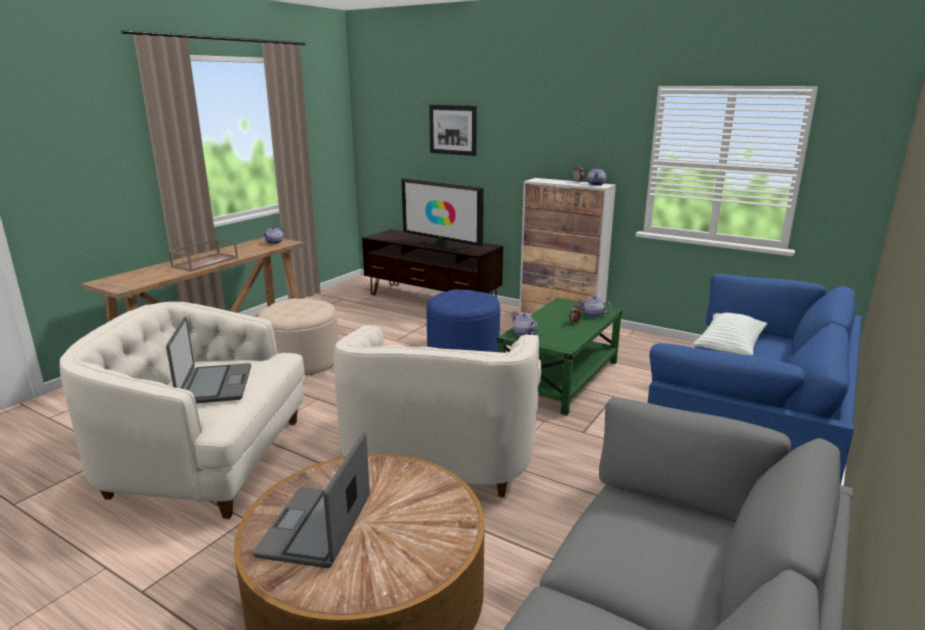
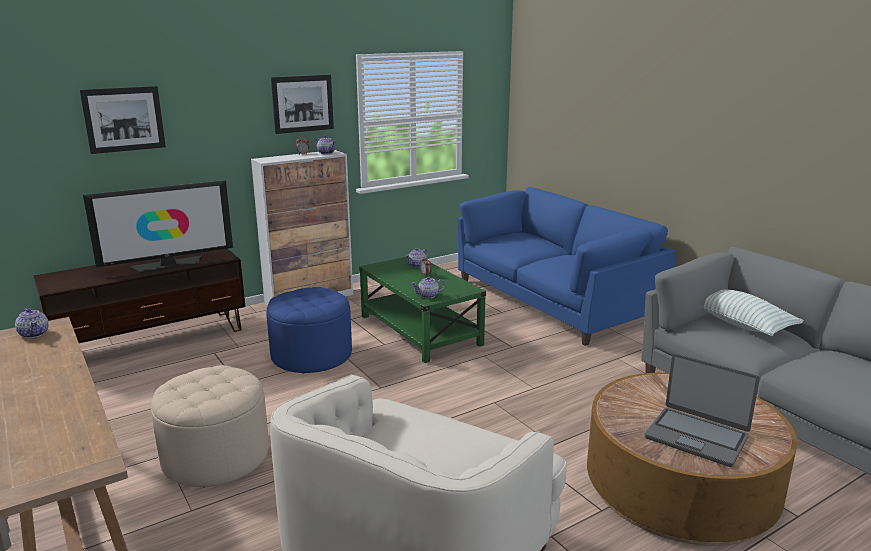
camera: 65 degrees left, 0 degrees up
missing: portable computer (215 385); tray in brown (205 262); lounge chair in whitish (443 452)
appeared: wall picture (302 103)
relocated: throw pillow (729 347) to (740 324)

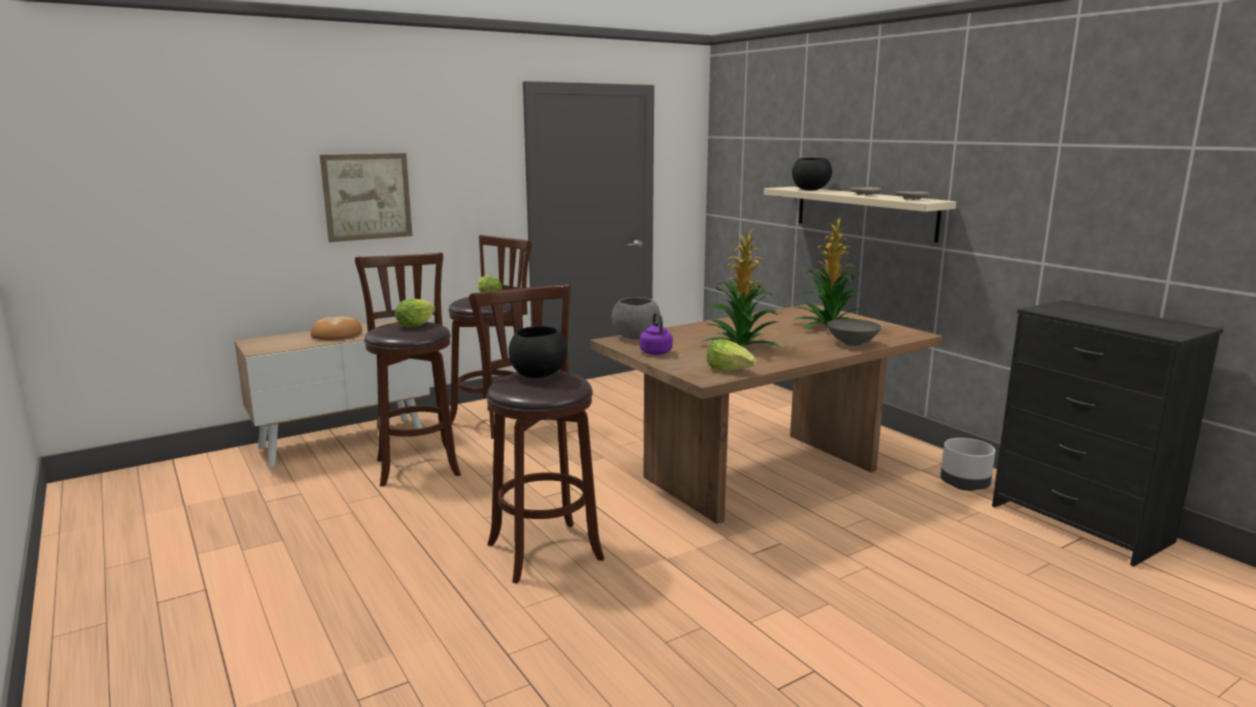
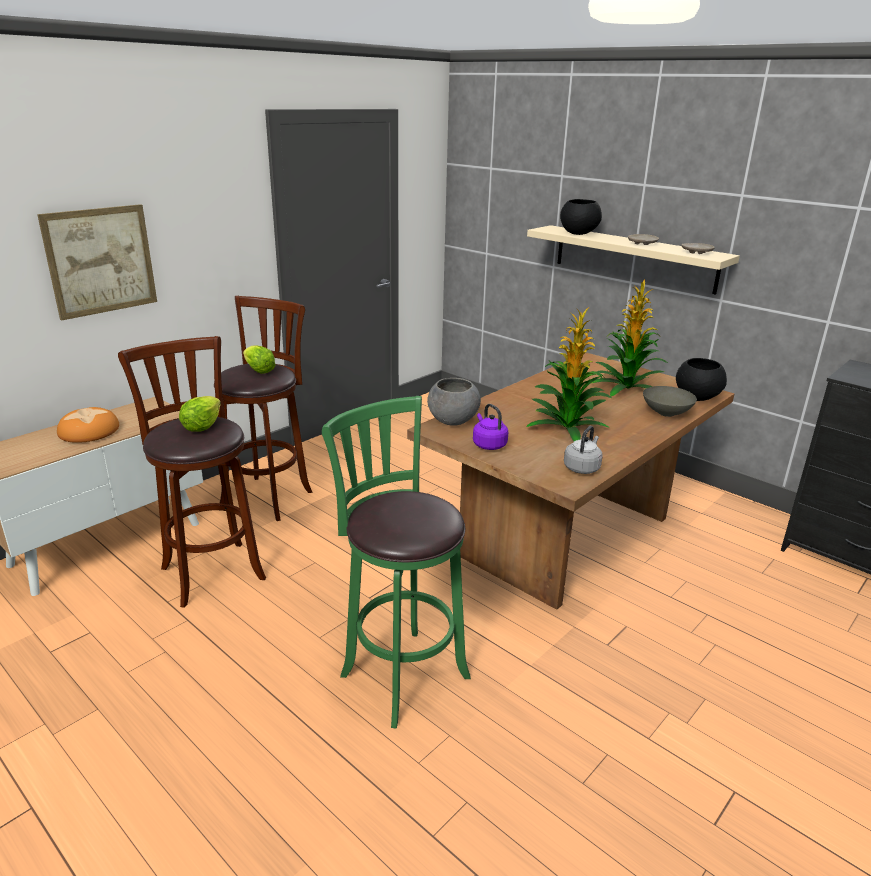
camera: 15 degrees left, 10 degrees up
missing: planter in greyish (965 486)
relocated: deep dish in blackish (539 375) to (697 398)
exchanged: lettuce head (730 370) to water kettle in greyish (582 467)
colour: sitting stool in brown (542 548) to sitting stool in green-coloured (400 672)

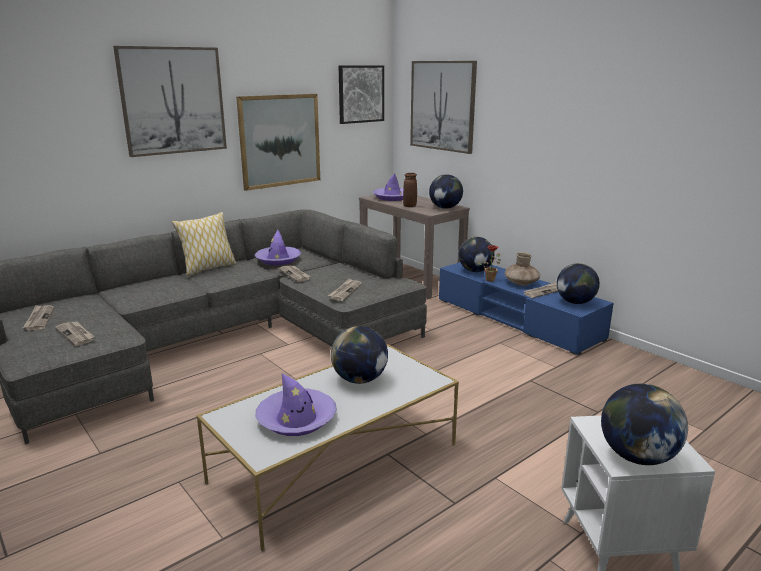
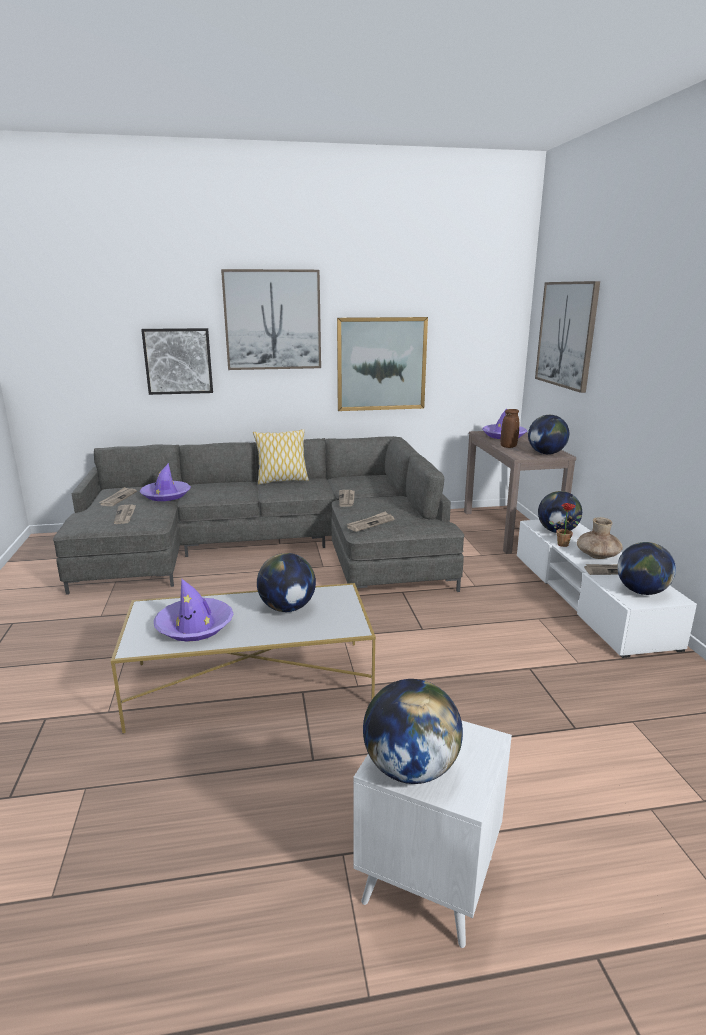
camera: 30 degrees right, 0 degrees up
relocated: wearable hat in purple-coloured (278 260) to (166 495); wall picture (361 94) to (178 361)
colour: media console in blue-coloured (516 319) to media console in whitish (588 598)

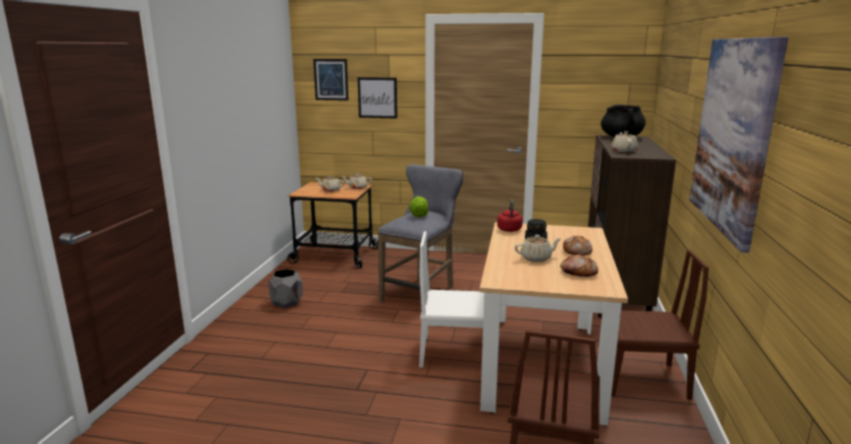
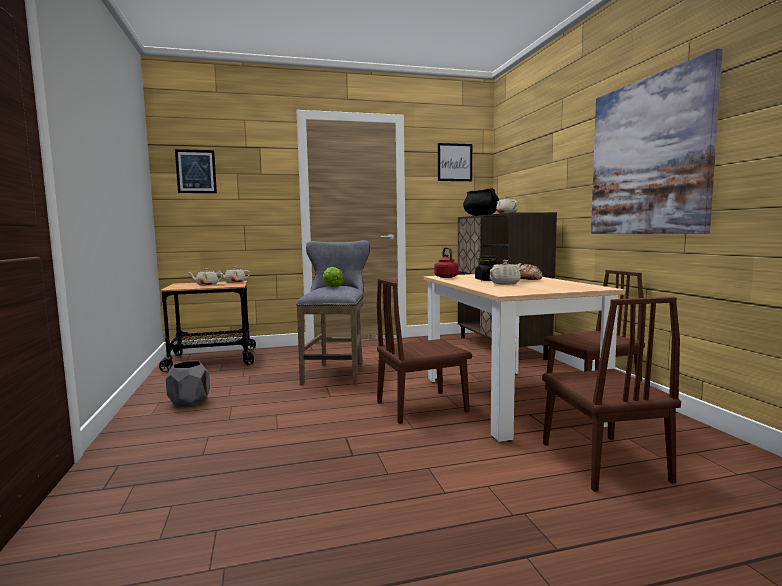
camera: 25 degrees left, 10 degrees down
missing: bakery bread (578 272)
relocated: wall picture (377 97) to (454 162)
colour: plain chair in whitish (456 353) to plain chair in brown (422 406)

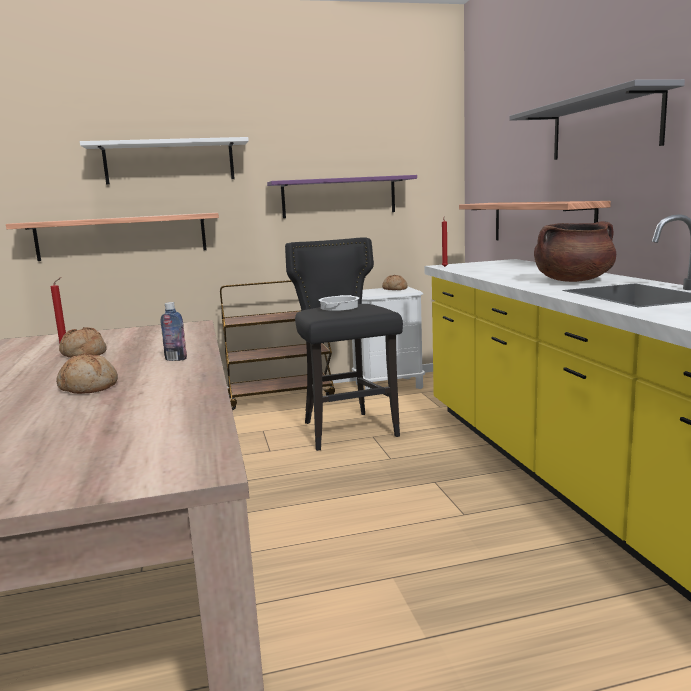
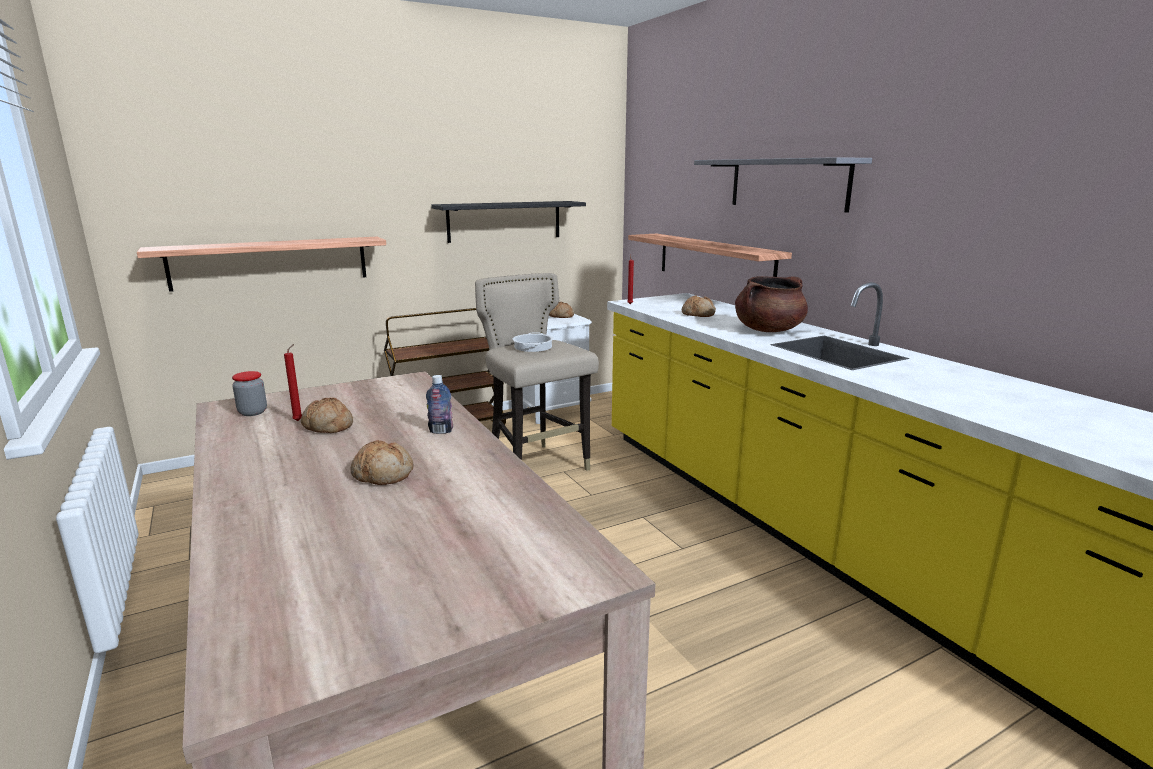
camera: 15 degrees left, 5 degrees up
missing: bracket shelf in whitish (169 162)
appeared: jar (252 412); bakery bread (698 314)
colour: bracket shelf in purple-coloured (339 197) to bracket shelf in blackish (504 221); sitting stool in blackish (348 431) to sitting stool in sand-coloured (536 466)

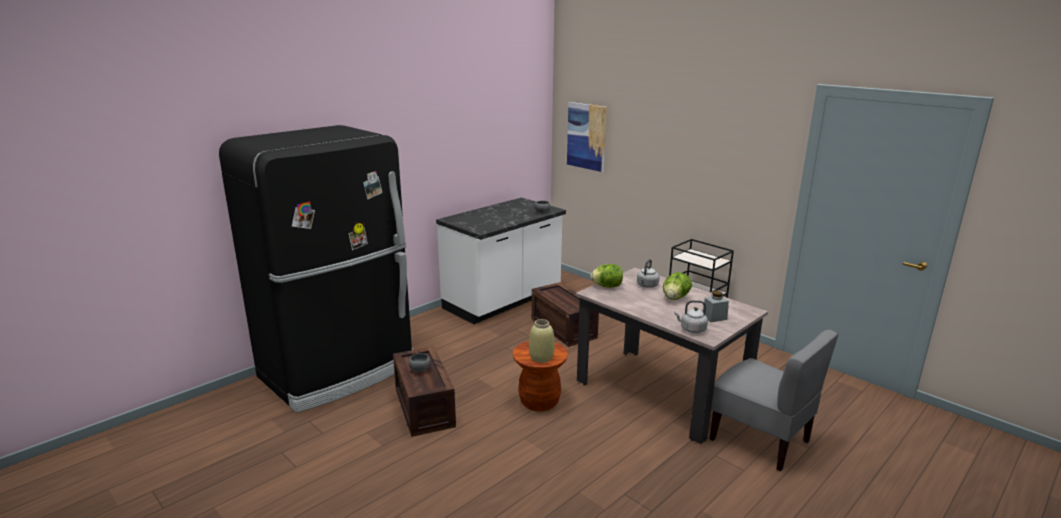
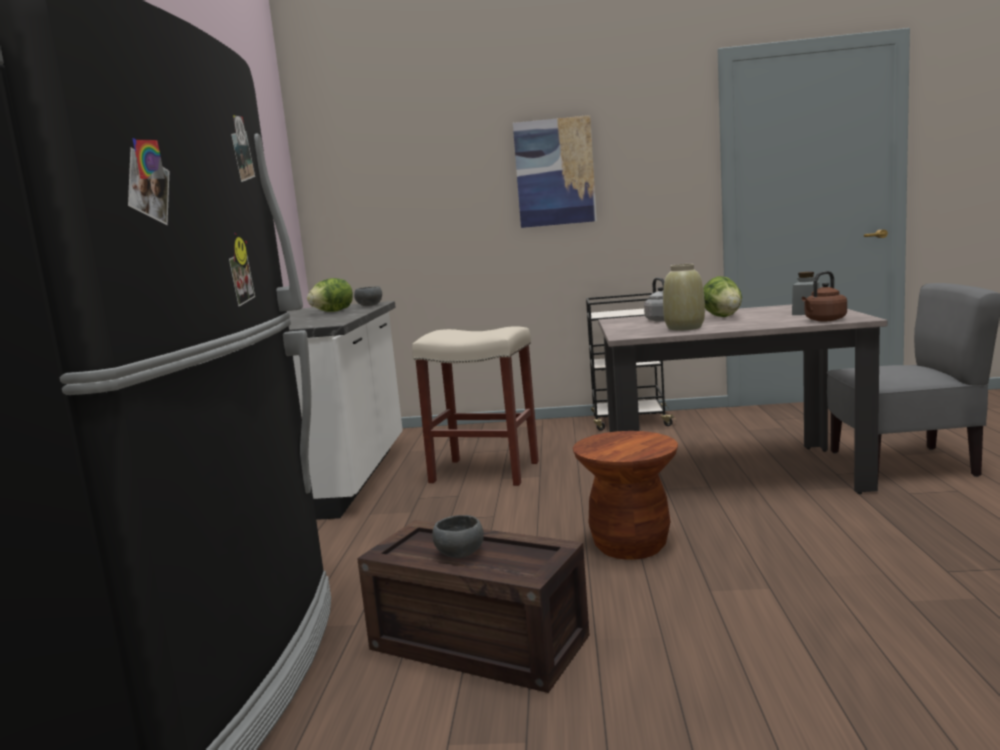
camera: 40 degrees left, 10 degrees down
relocated: vase in sand-coloured (541 357) to (684 328); wall picture (586 136) to (555 172); lettuce head (607 286) to (332 311)
exchanged: packing crate (565 328) to sitting stool in sand-coloured (486 472)
colour: water kettle in greyish (691 329) to water kettle in brown (823 320)

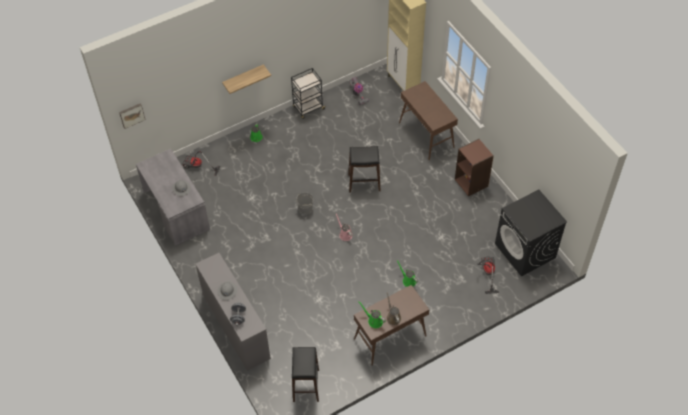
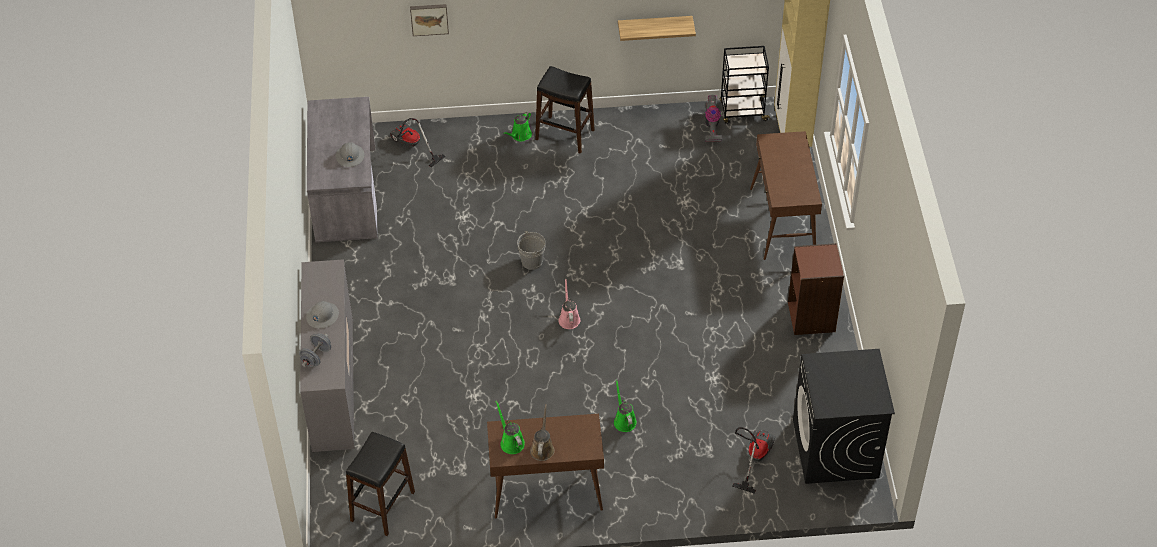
camera: 25 degrees right, 5 degrees down
relocated: wall picture (131 115) to (429 18); bracket shelf (243 78) to (654 27); wheeled cart in blackish (308 108) to (742 111); sitting stool in blackish (364 182) to (565 135)

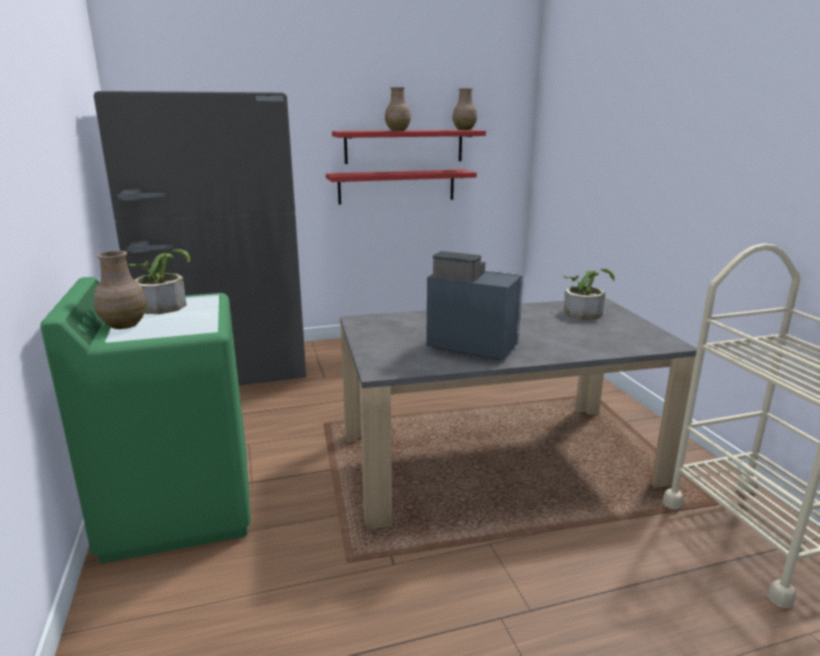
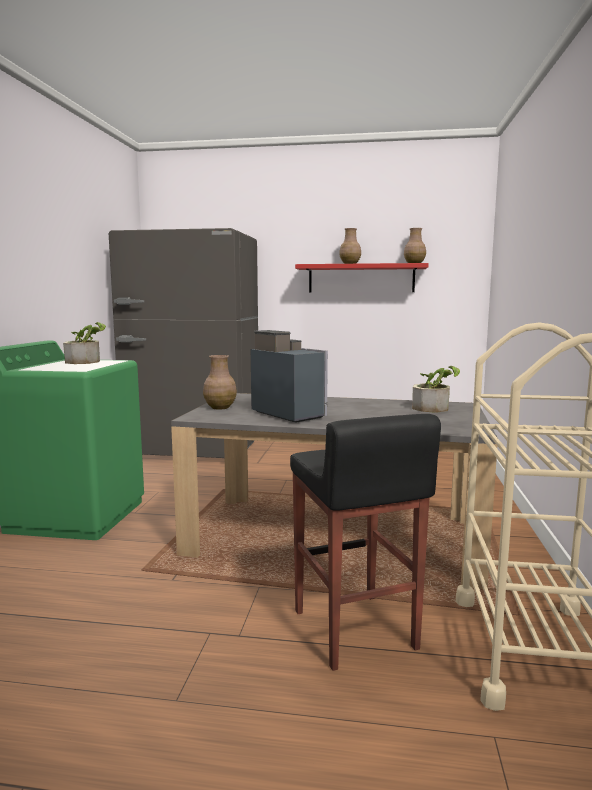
camera: 25 degrees right, 10 degrees down
missing: bracket shelf in red (397 186)
appeared: sitting stool in blackish (353 630)
relocated: vase in brown (124 325) to (220 407)

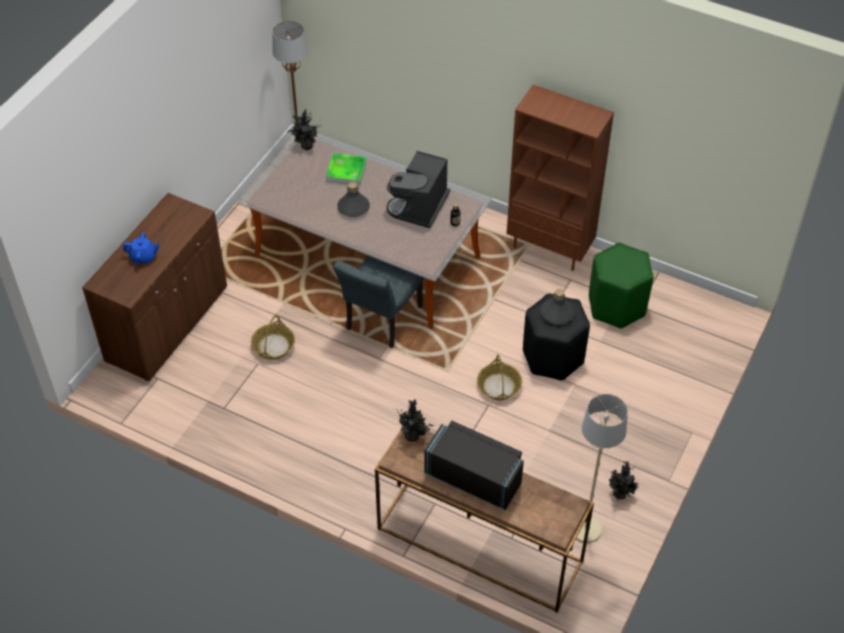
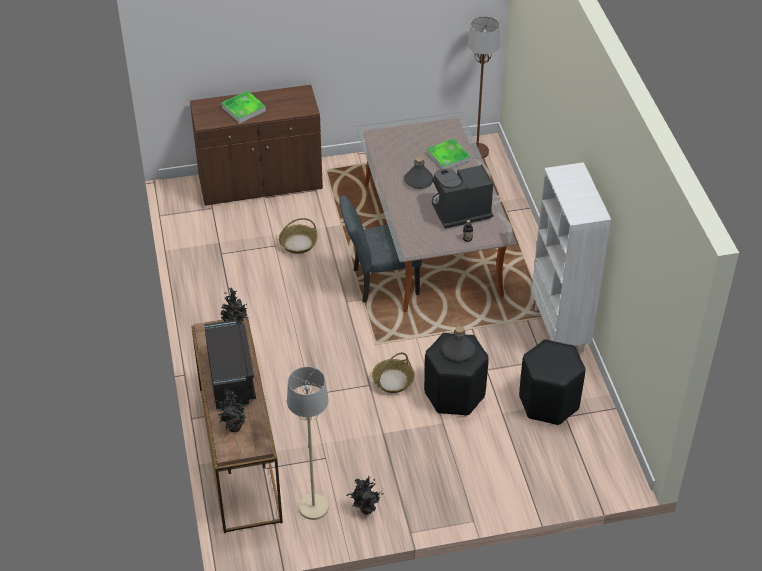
camera: 50 degrees right, 5 degrees down
relocated: houseplant (306 147) to (233 427)
exchanged: teapot in blue-coloured (143 257) to tray (243 109)
colour: bookshelf in brown (550 248) to bookshelf in whitish (560 330); sitting stool in green-coloured (617 306) to sitting stool in blackish (548 403)

